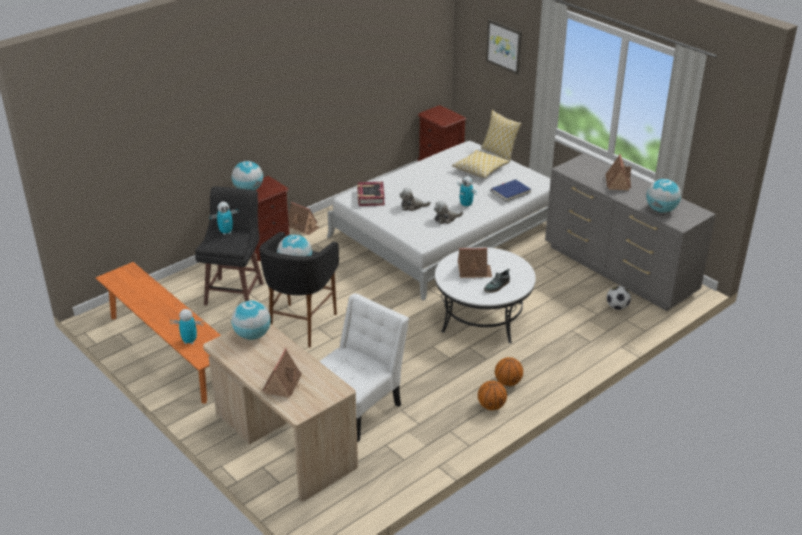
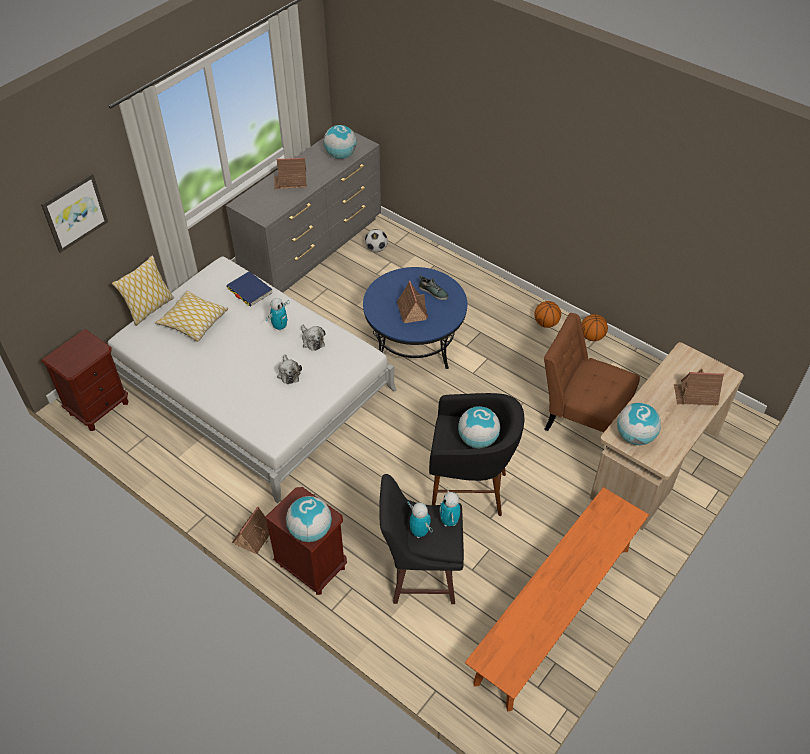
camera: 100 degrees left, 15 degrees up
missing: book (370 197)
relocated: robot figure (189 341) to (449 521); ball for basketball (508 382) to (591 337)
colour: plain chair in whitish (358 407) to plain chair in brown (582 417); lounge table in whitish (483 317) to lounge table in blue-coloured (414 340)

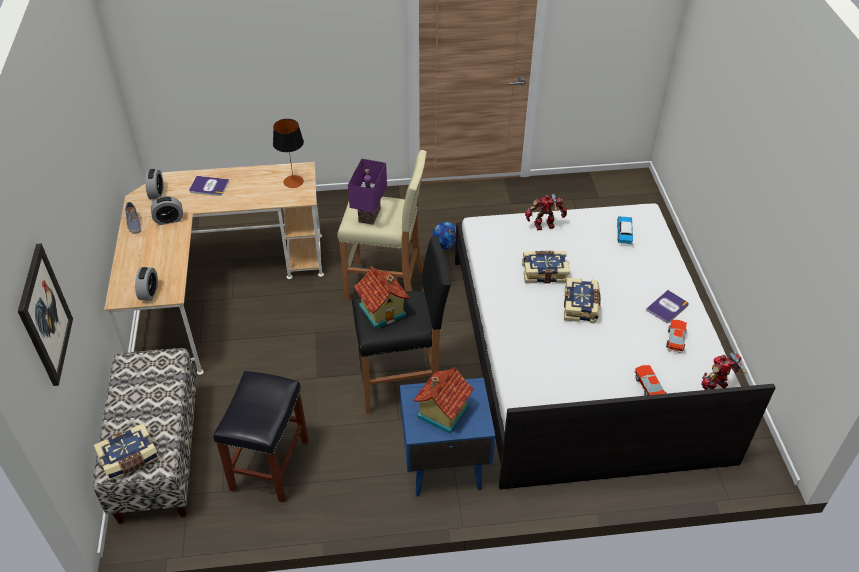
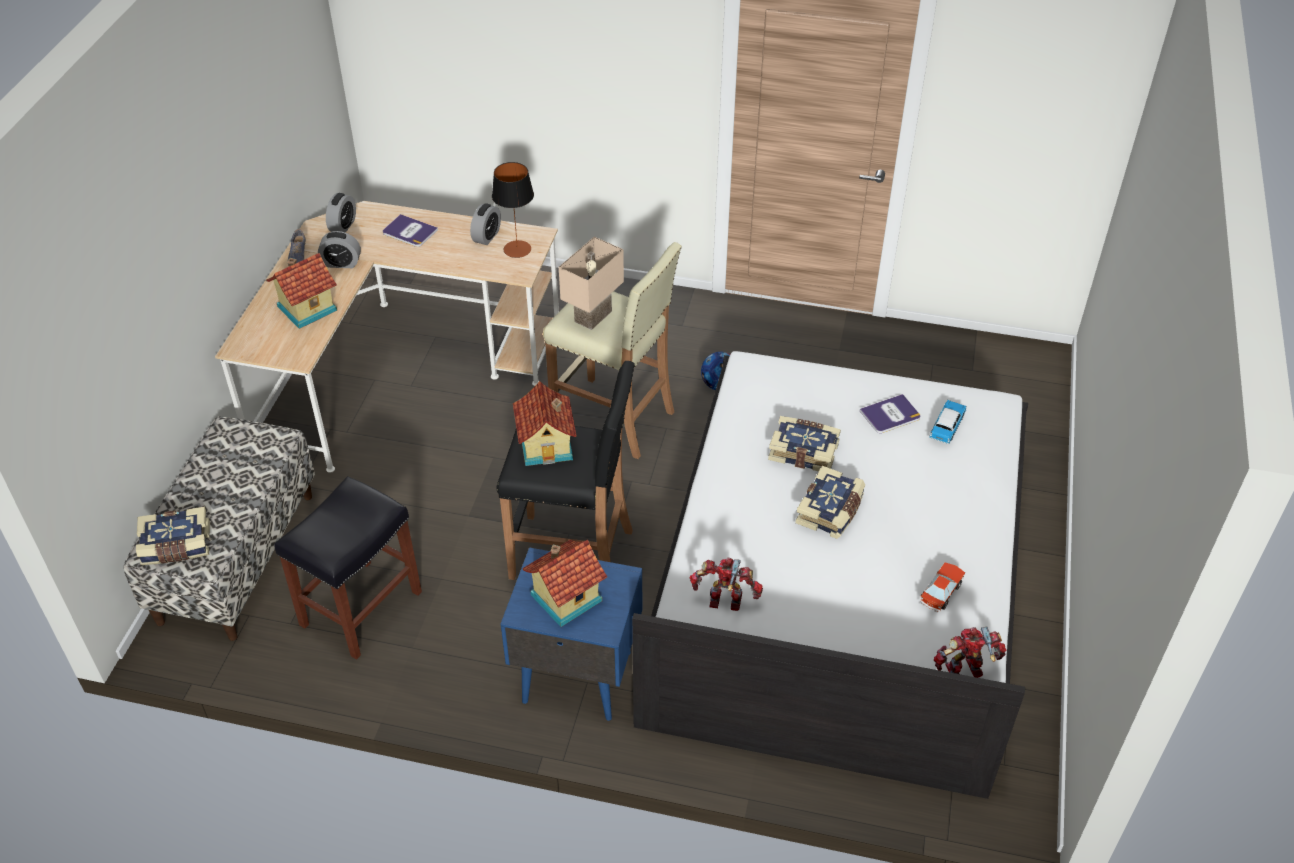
camera: 20 degrees right, 0 degrees up
missing: wall picture (44 315); miniature car (648 386)
appeared: model house (306 308)
relocated: table clock (149 292) to (486 236); robot figure (544 226) to (725 603); book (667 307) to (890 415)
colour: lamp for a table in purple-coloured (368 215) to lamp for a table in sand-coloured (592 315)

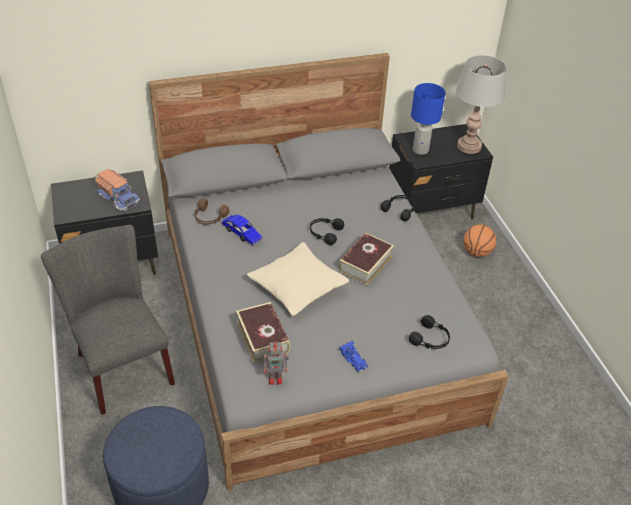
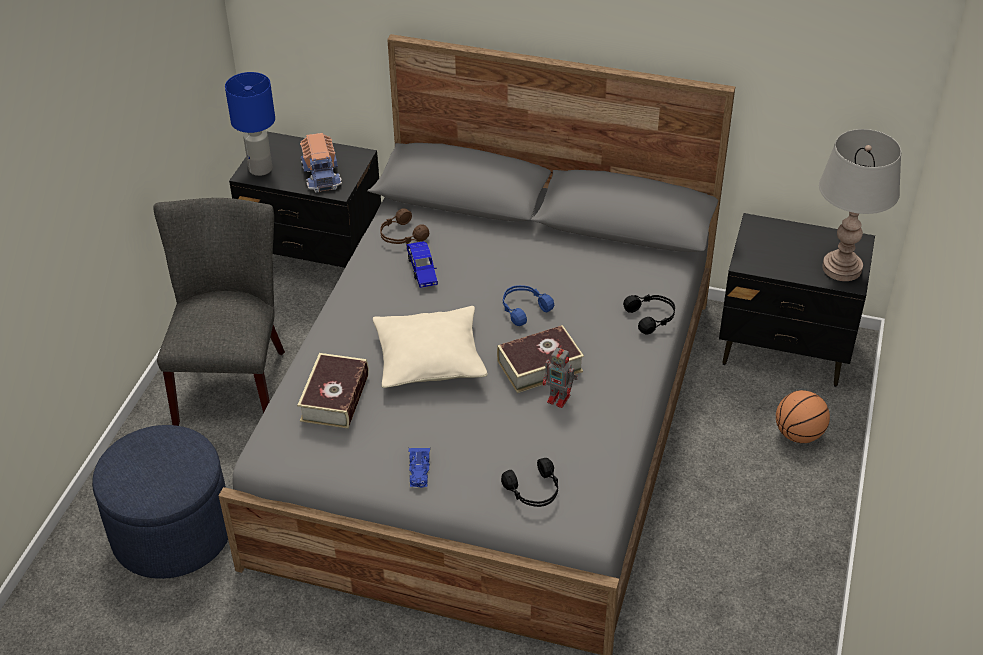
camera: 35 degrees right, 0 degrees up
relocated: robot figure (276 378) to (559 399); lamp for a table in blue-coloured (421 150) to (260 169)
colour: pair of headphones in blackish (325 233) to pair of headphones in blue-coloured (523 309)

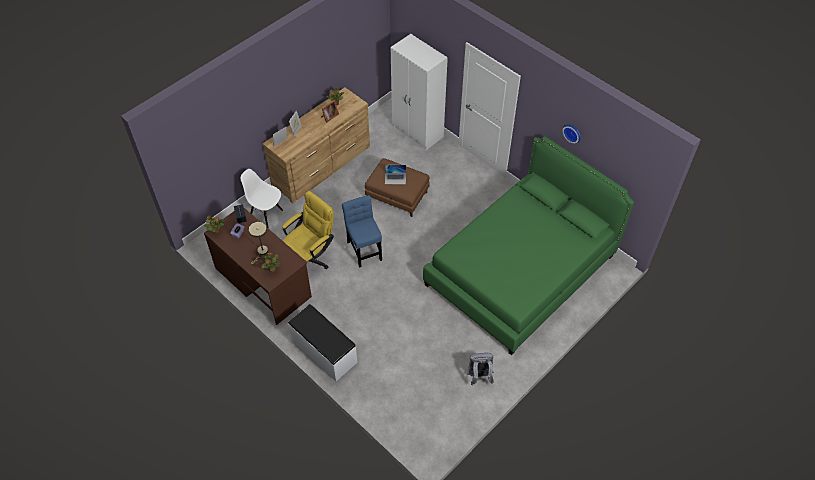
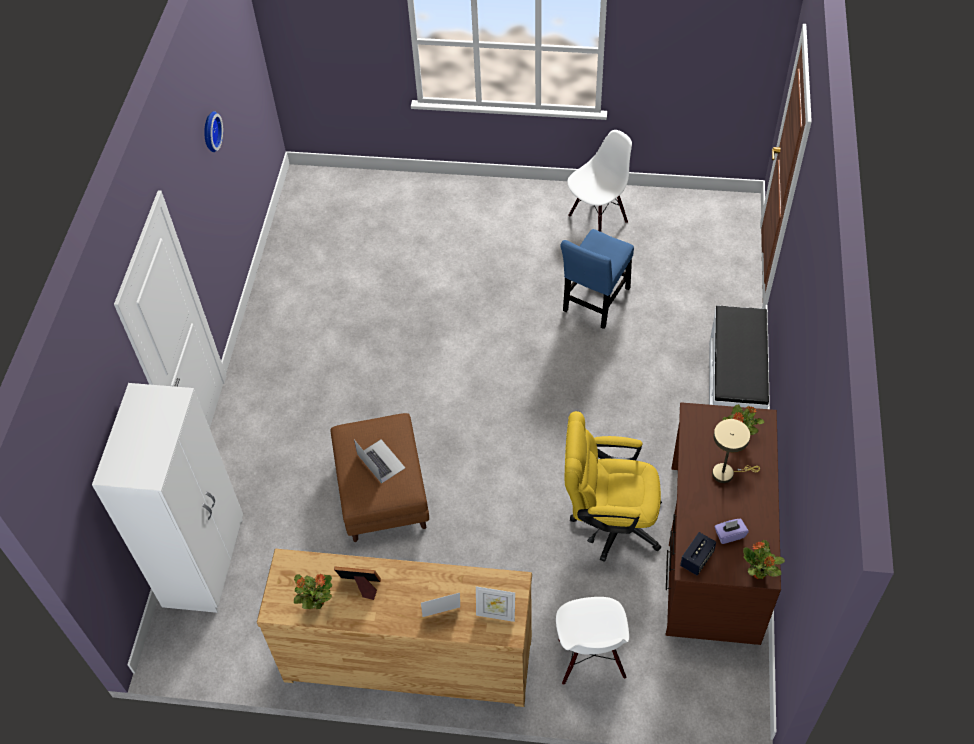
camera: 125 degrees left, 0 degrees up
missing: bedroom bed in green-coloured (520 270)
relocated: plain chair in blue-coloured (364 249) to (595 302)
exchanged: knapsack in greyish (479 376) to plain chair in whitish (597 218)

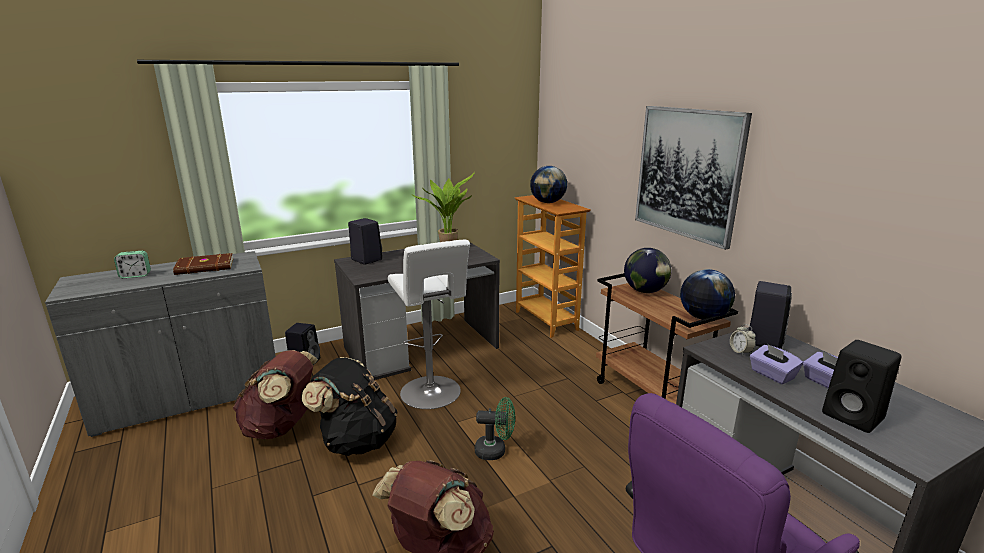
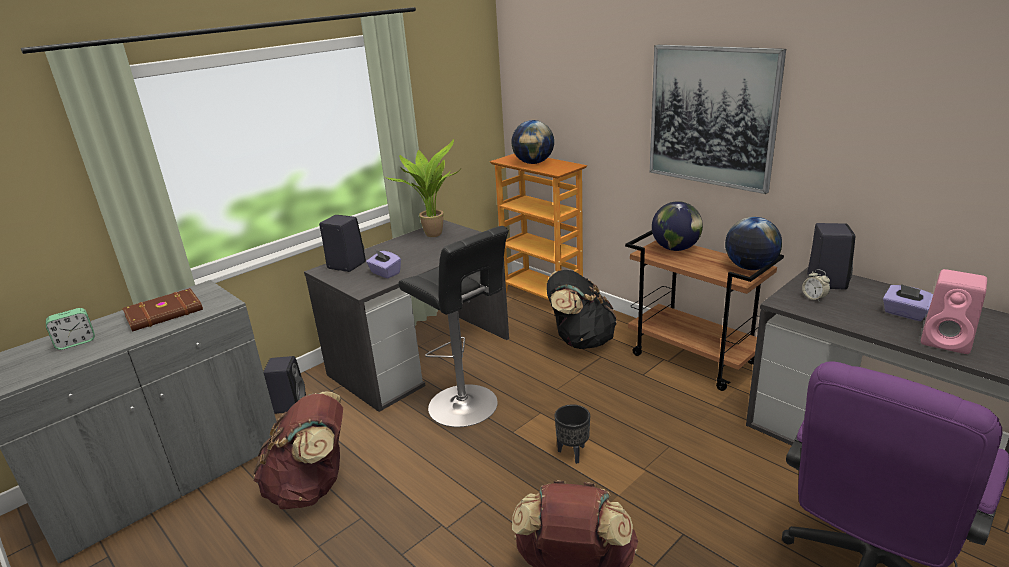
camera: 15 degrees left, 5 degrees up
relocated: knapsack in blackish (357 440) to (580 340); box of tissues in purple-coloured (772 375) to (385 273)
exchanged: fan in green-coloured (495 451) to planter in blackish (572 453)
colour: sitting stool in whitish (432 394) to sitting stool in blackish (466 407); speaker in blackish (854 417) to speaker in pink-coloured (948 341)

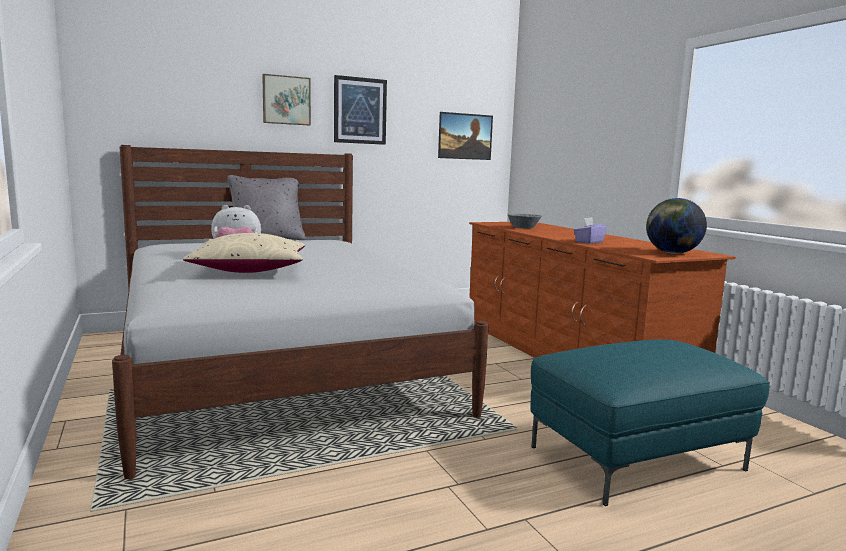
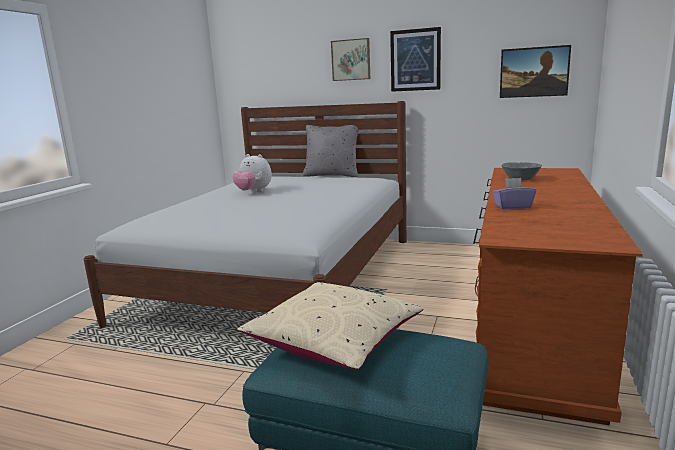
camera: 45 degrees right, 5 degrees up
missing: desk globe (672 253)
relocated: throw pillow in sand-coloured (250 270) to (333 341)

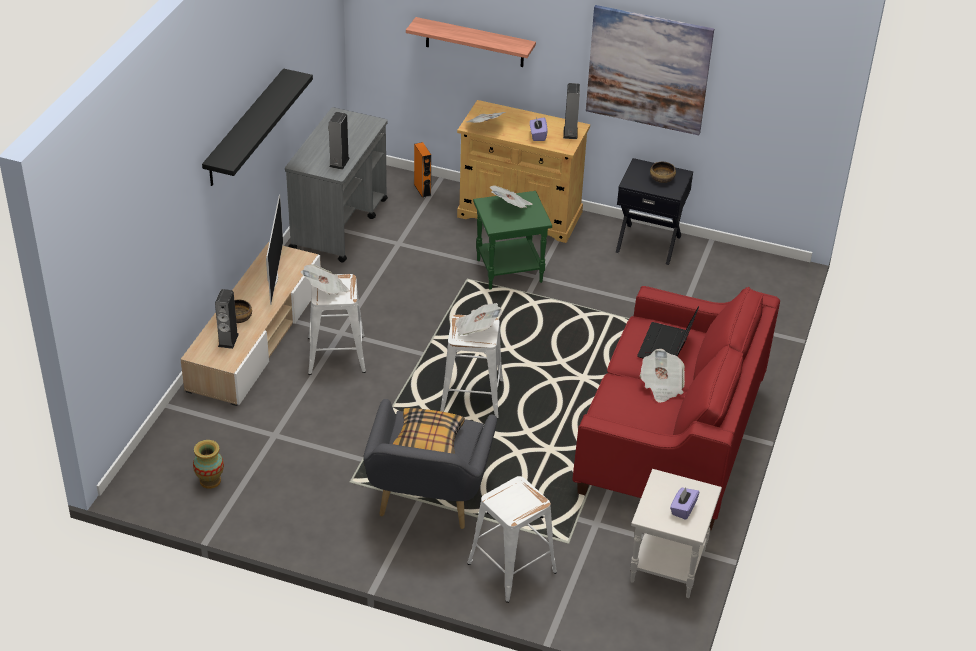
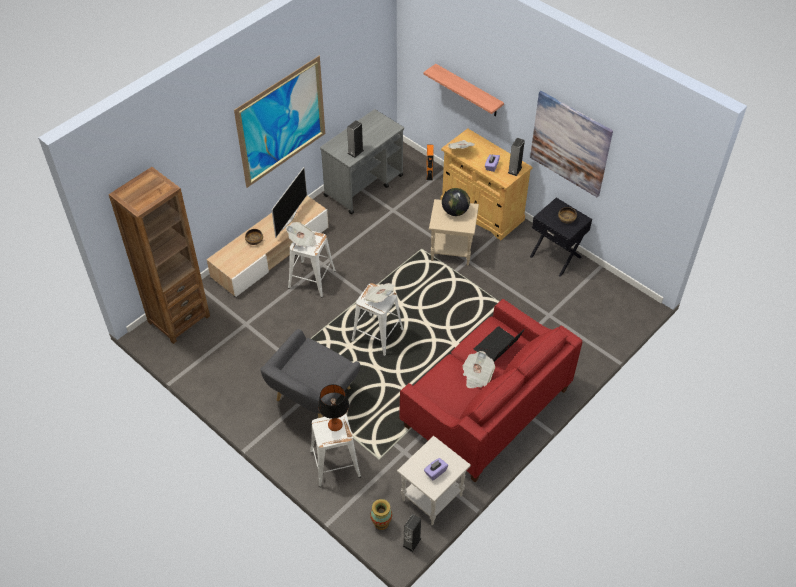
camera: 25 degrees right, 10 degrees up
missing: throw pillow (428 441)
appeared: bookshelf in brown (179 319); lamp for a table (335 425)
relocated: vase (210 481) to (381 523); speaker (228 340) to (412 542)
exchanged: bracket shelf in blackish (245 128) to wall picture (282 122); newspaper (511 206) to desk globe (455 211)
colour: side table in green-coloured (510 270) to side table in sand-coloured (452 250)

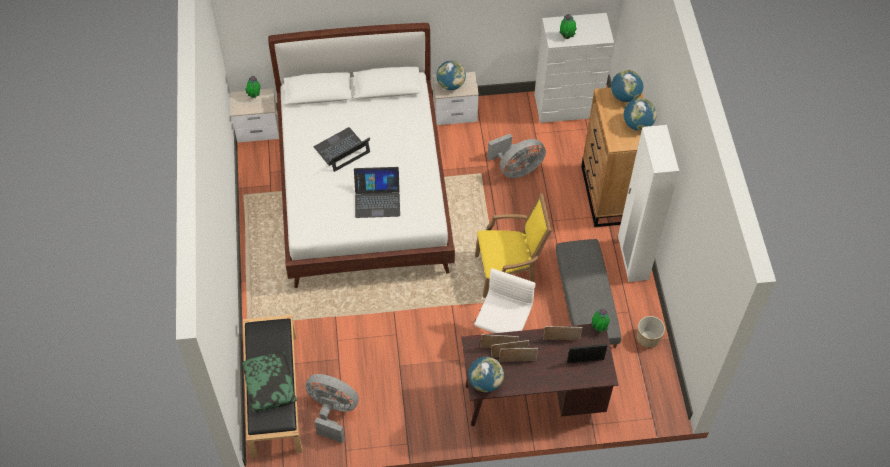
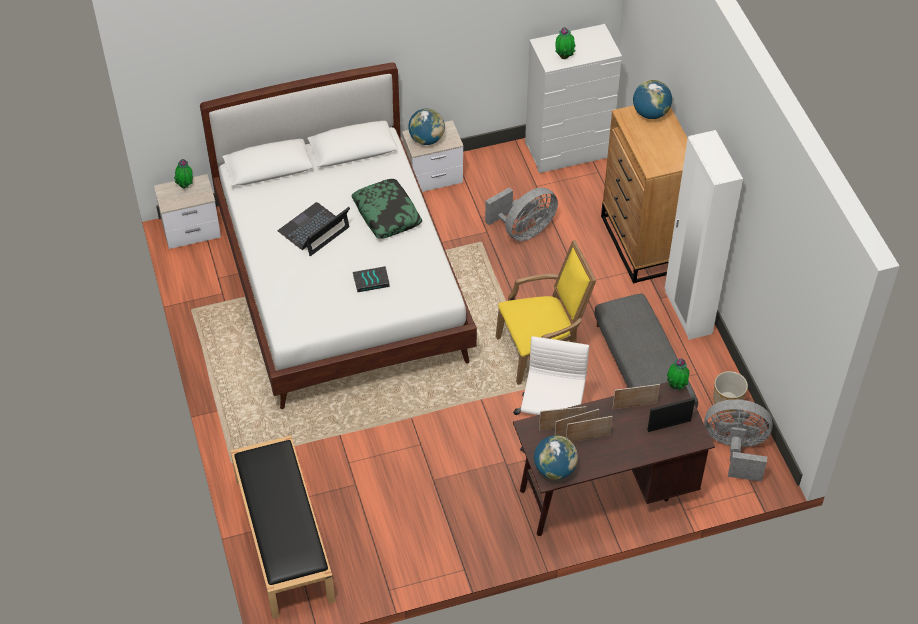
camera: 10 degrees left, 5 degrees down
missing: desk globe (637 124)
relocated: throw pillow (270 385) to (387 214); fan in greyish (332 412) to (735 450)
exchanged: portable computer (377 199) to book (371 280)

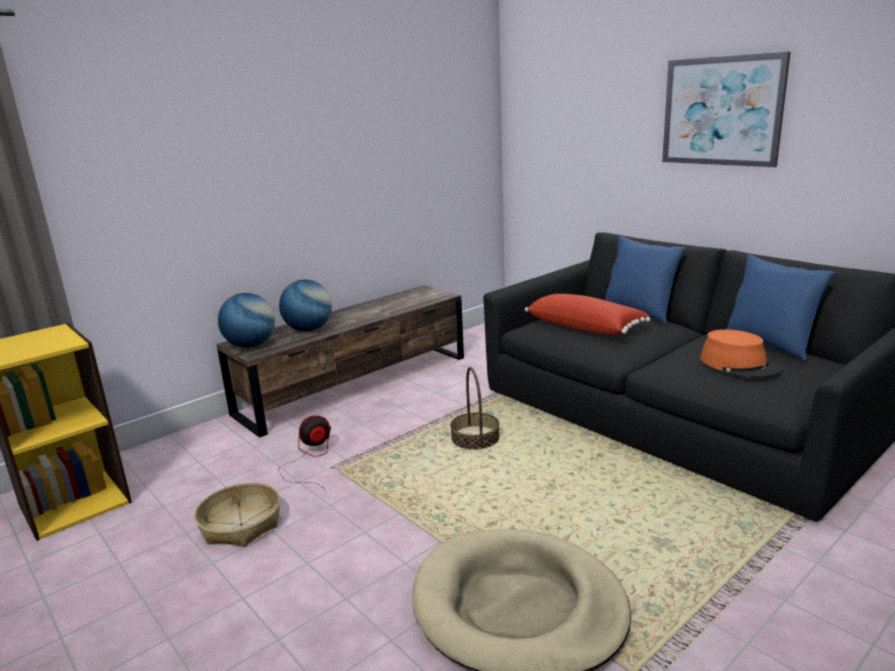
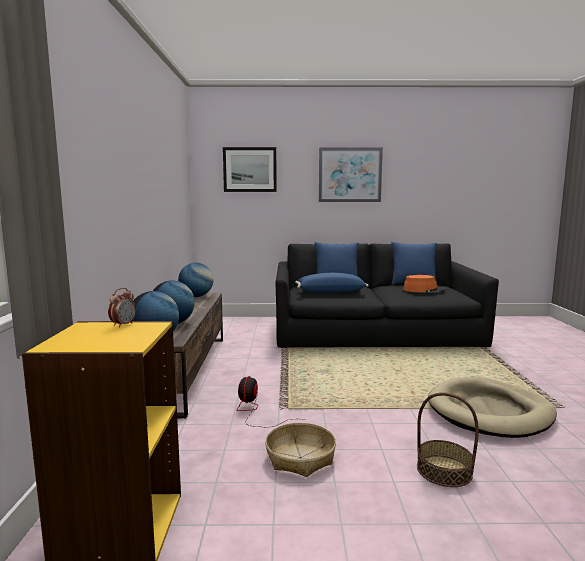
camera: 50 degrees left, 10 degrees down
appeared: table clock (123 325); desk globe (196 296); wall picture (250 169)
relocated: household basket (475 438) to (444 471)
colour: throw pillow in red (585 327) to throw pillow in blue-coloured (330 292)

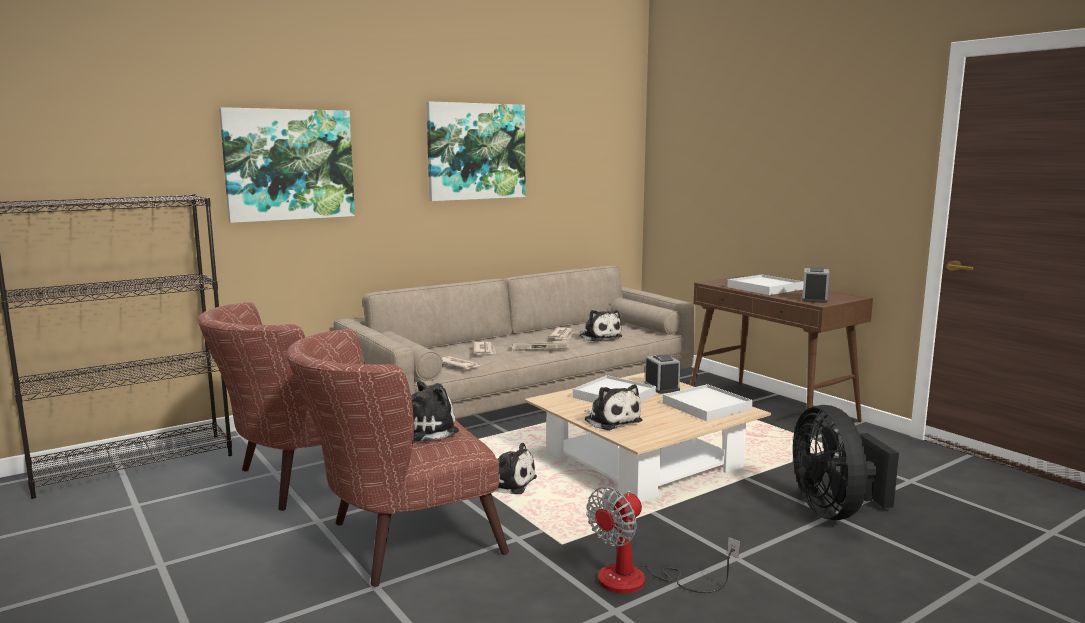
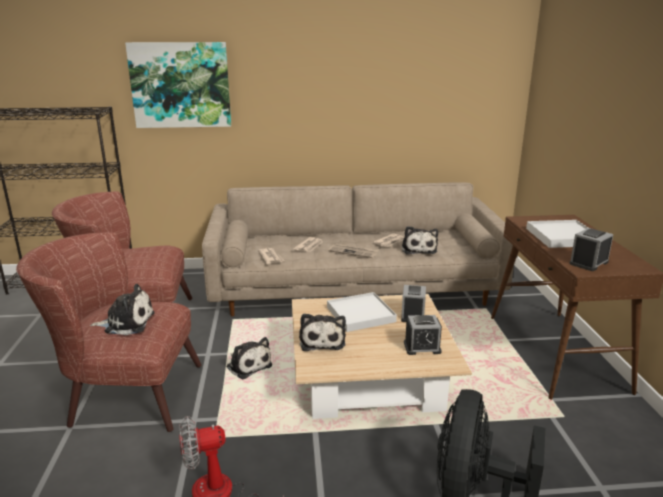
camera: 30 degrees right, 10 degrees up
missing: wall picture (476 151)
exchanged: tray in whitish (706 406) to table clock (422 347)

